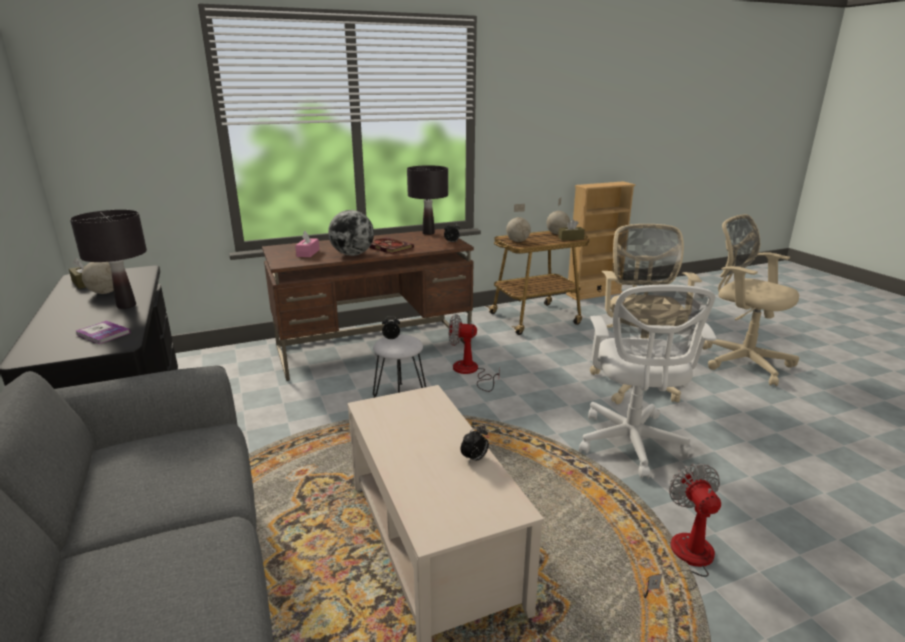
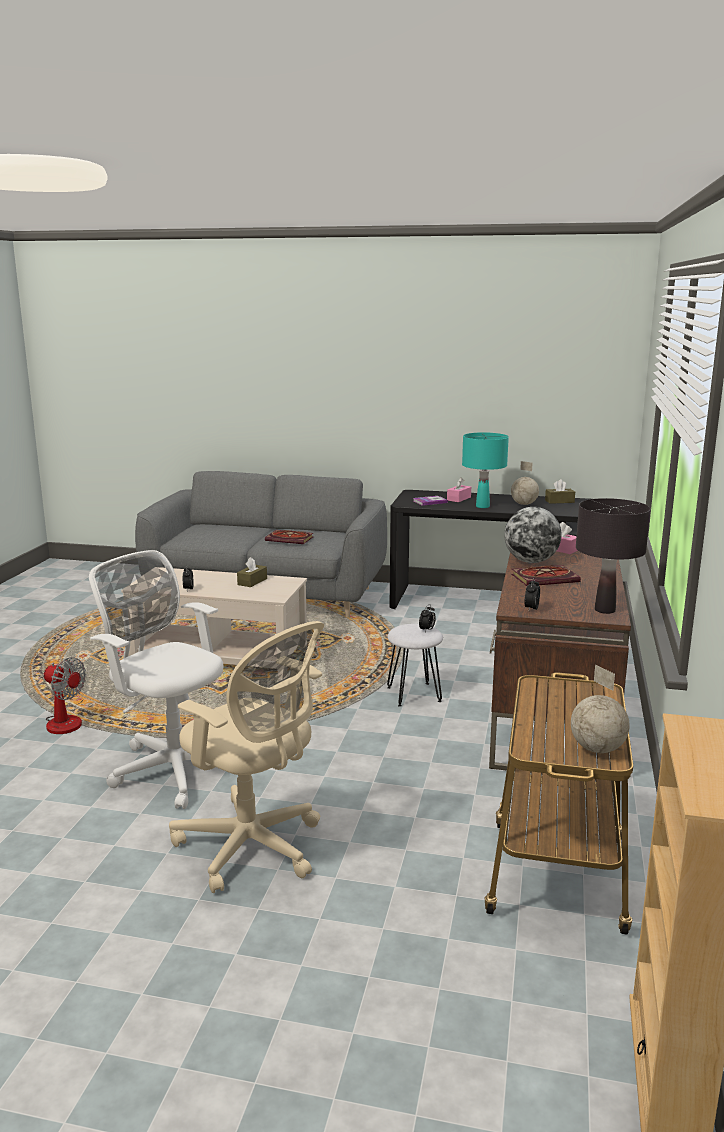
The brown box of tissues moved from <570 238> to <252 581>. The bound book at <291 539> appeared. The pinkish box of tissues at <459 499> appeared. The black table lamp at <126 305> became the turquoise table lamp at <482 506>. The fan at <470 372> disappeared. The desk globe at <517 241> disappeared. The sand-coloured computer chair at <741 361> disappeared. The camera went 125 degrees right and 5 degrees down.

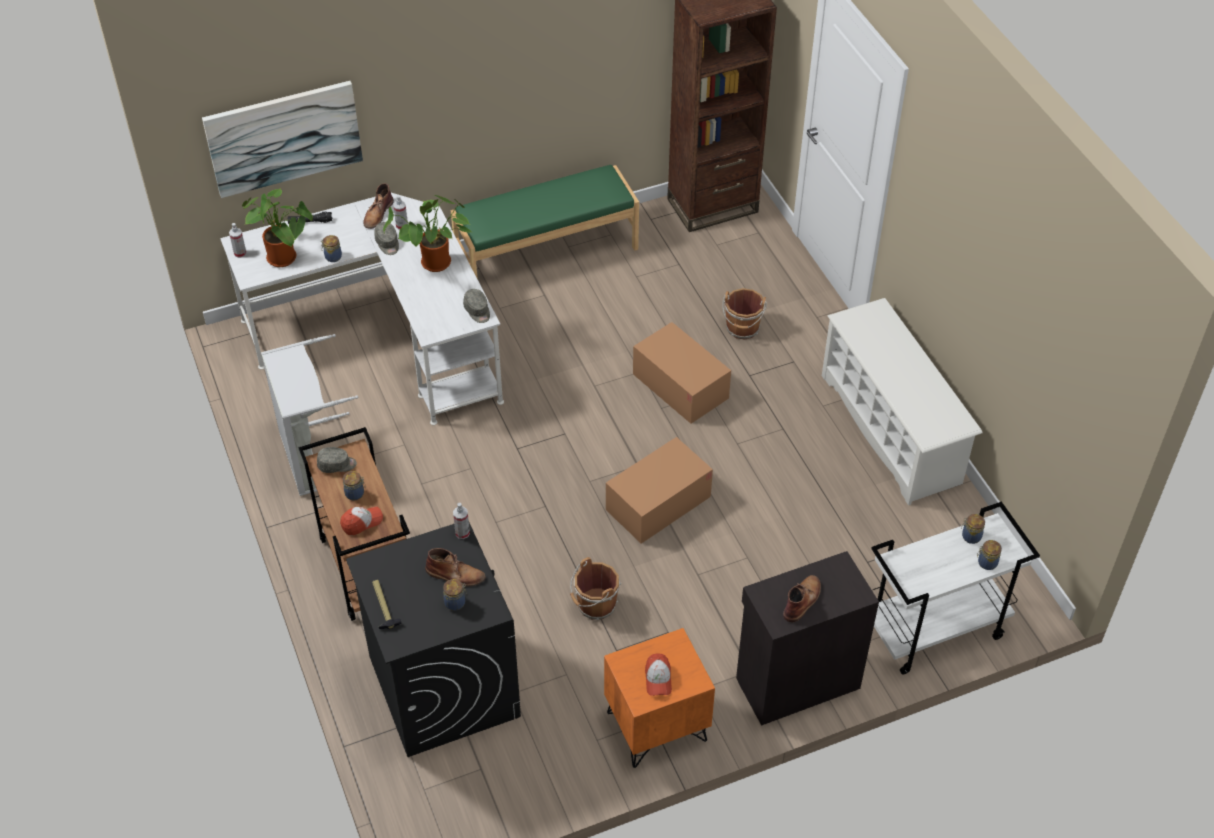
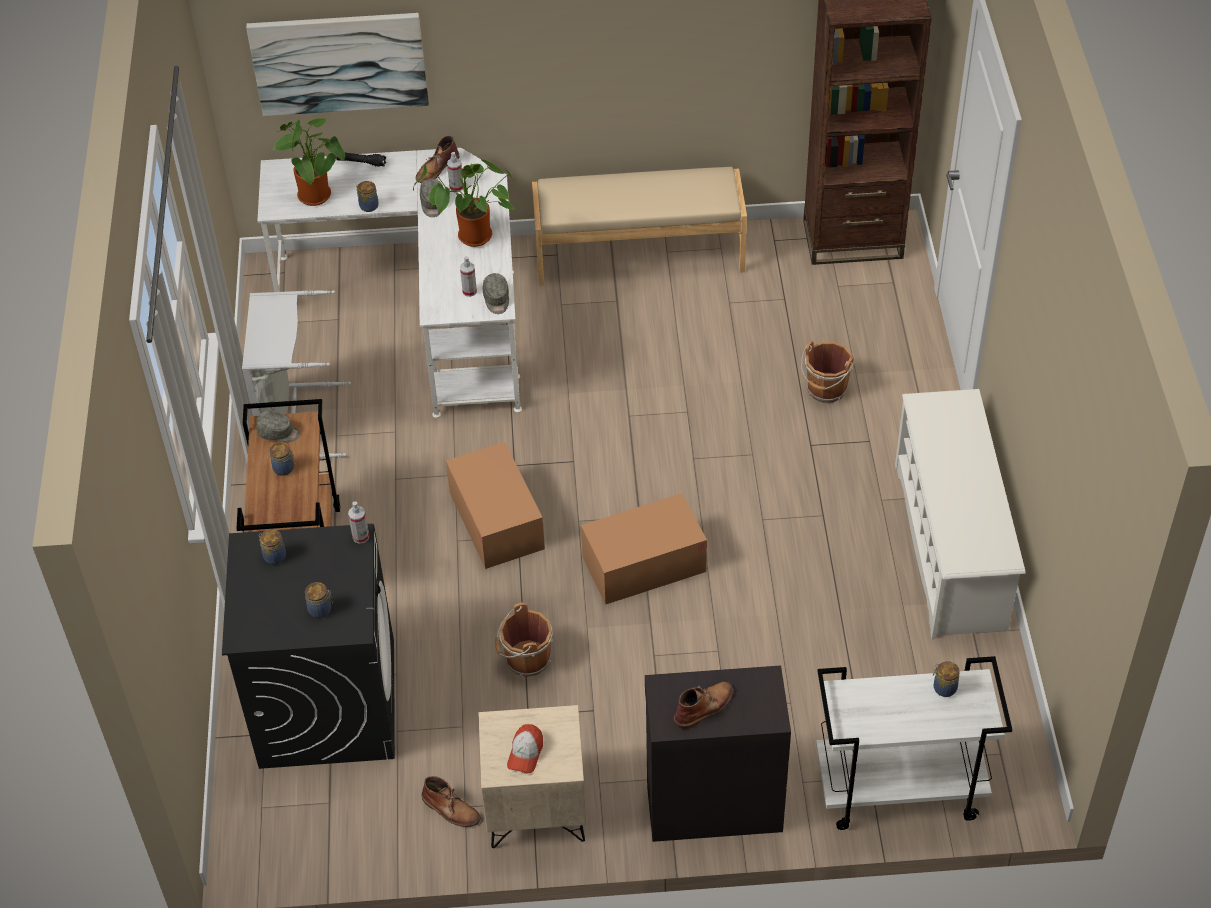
The storage jar moved from <986 563> to <274 556>. The brown high-top boot moved from <455 575> to <451 809>. The carton moved from <680 386> to <496 520>. The hand sprayer moved from <240 253> to <469 291>. The orange-coloured bedside table at <656 727> became the sand-coloured bedside table at <536 811>. The green-coloured bench at <546 253> became the sand-coloured bench at <639 254>. The cap at <361 522> disappeared. The hand hammer at <383 606> disappeared. The camera went 20 degrees right and 0 degrees up.

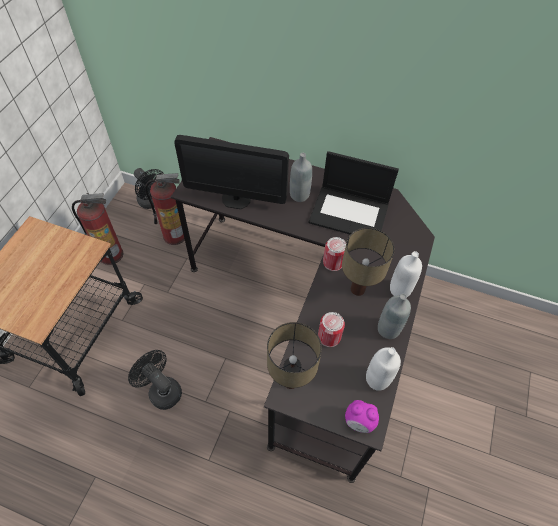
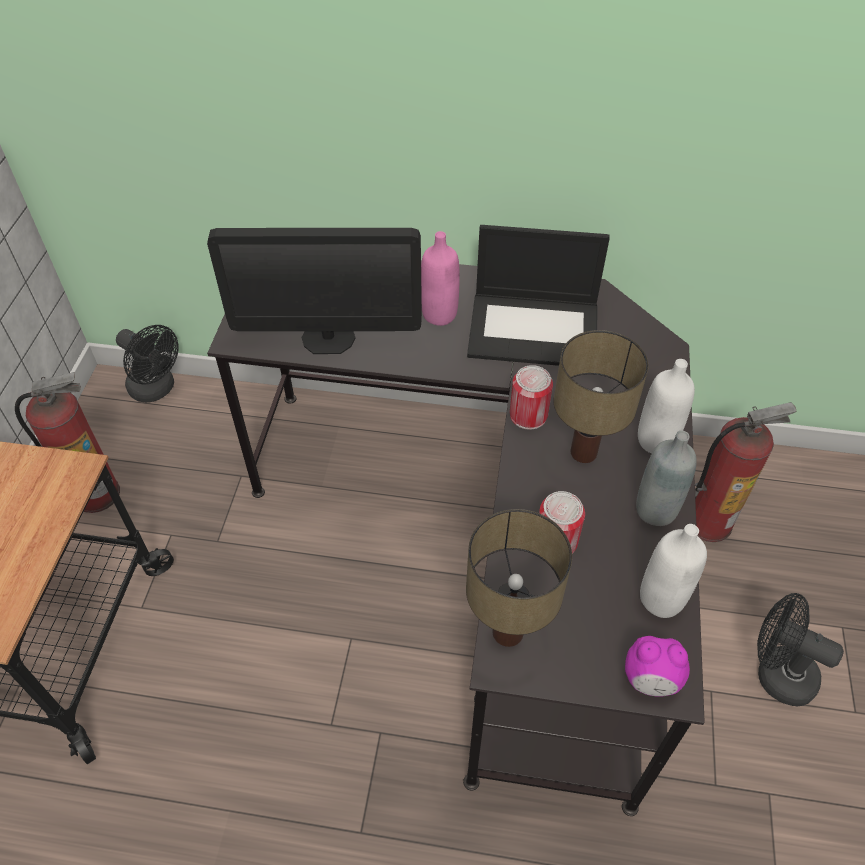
The gray bottle at <299 195> became the pinkish bottle at <439 314>. The extinguisher moved from <175 235> to <708 521>. The black fan moved from <161 390> to <776 673>. The camera went 10 degrees left and 5 degrees down.

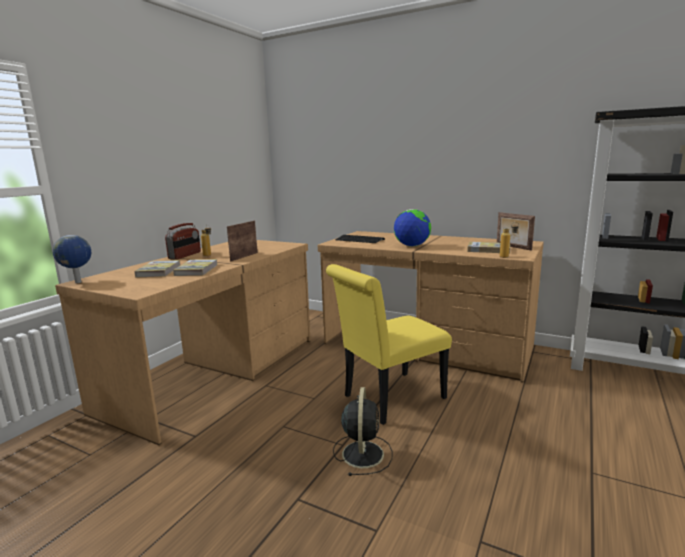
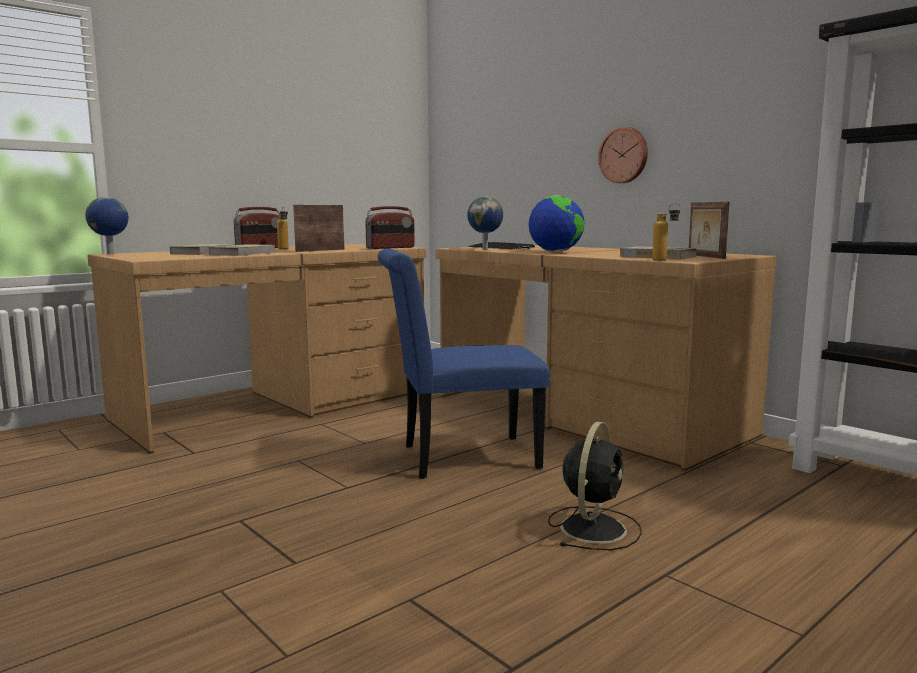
The radio set at <391 248> appeared. The yellow chair at <389 399> became the blue-coloured chair at <460 458>. The desk globe at <485 250> appeared. The black fan moved from <363 453> to <594 527>. The clock on the wall at <624 155> appeared. The camera went 20 degrees right and 5 degrees down.

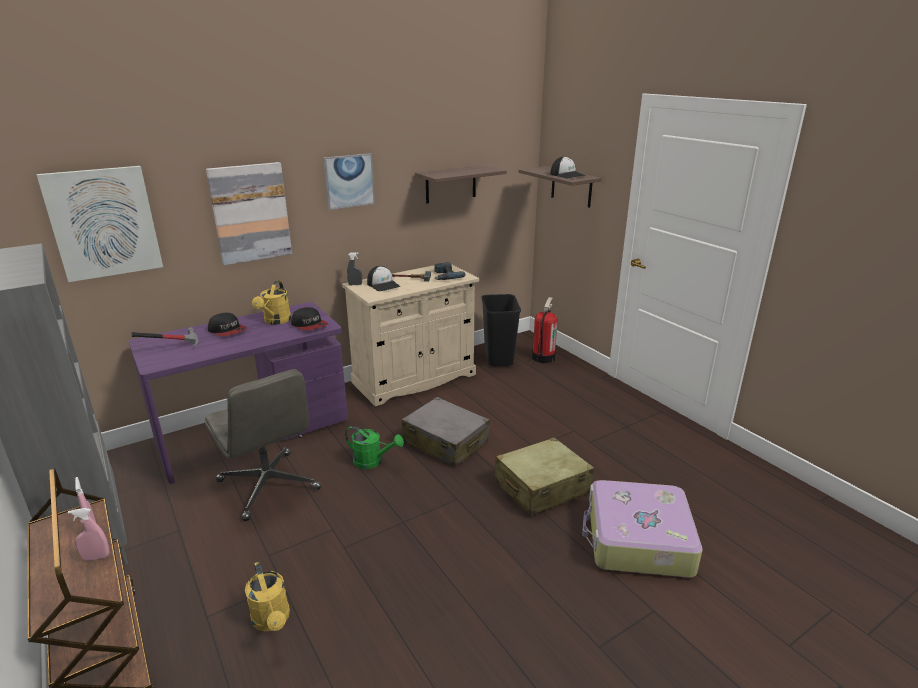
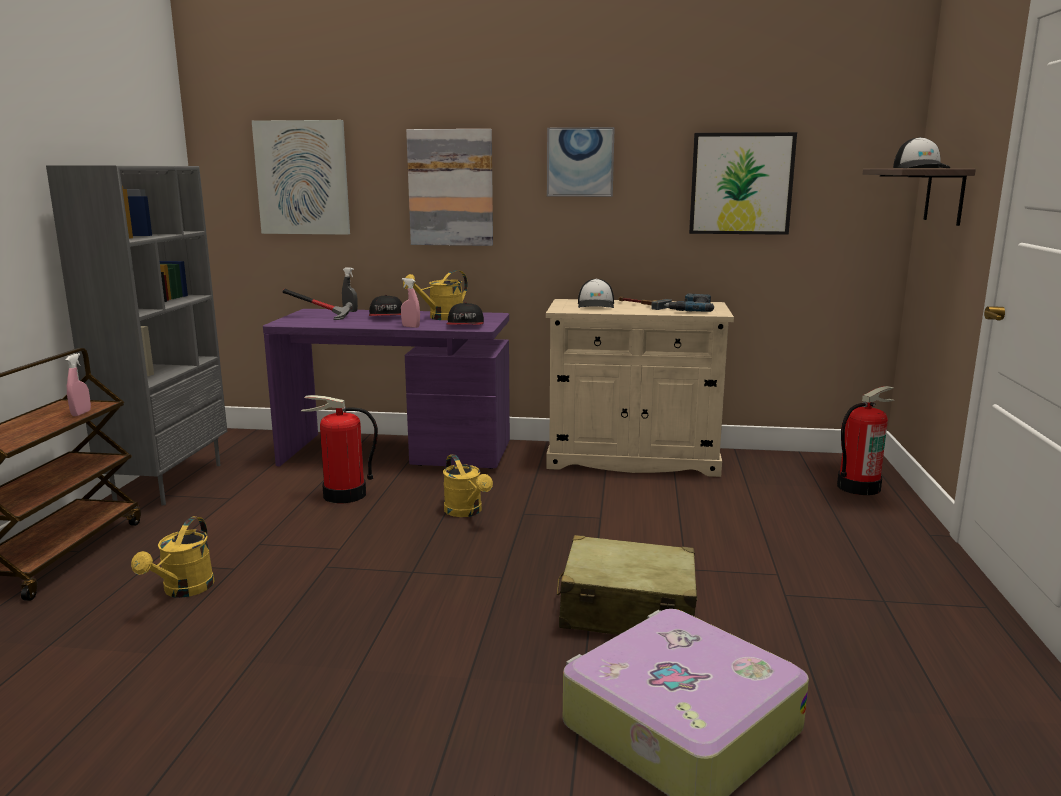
The gray computer chair at <269 485> was replaced by the extinguisher at <344 495>. The gray hand sprayer moved from <355 284> to <350 311>. The pinkish hand sprayer moved from <96 557> to <410 327>. The green-coloured watering can at <372 461> became the yellow watering can at <466 512>. The shelf at <450 184> was replaced by the wall art at <741 184>. The gray piece of luggage at <445 442> disappeared. The black rubbish bin at <499 359> disappeared. The camera went 40 degrees right and 10 degrees down.

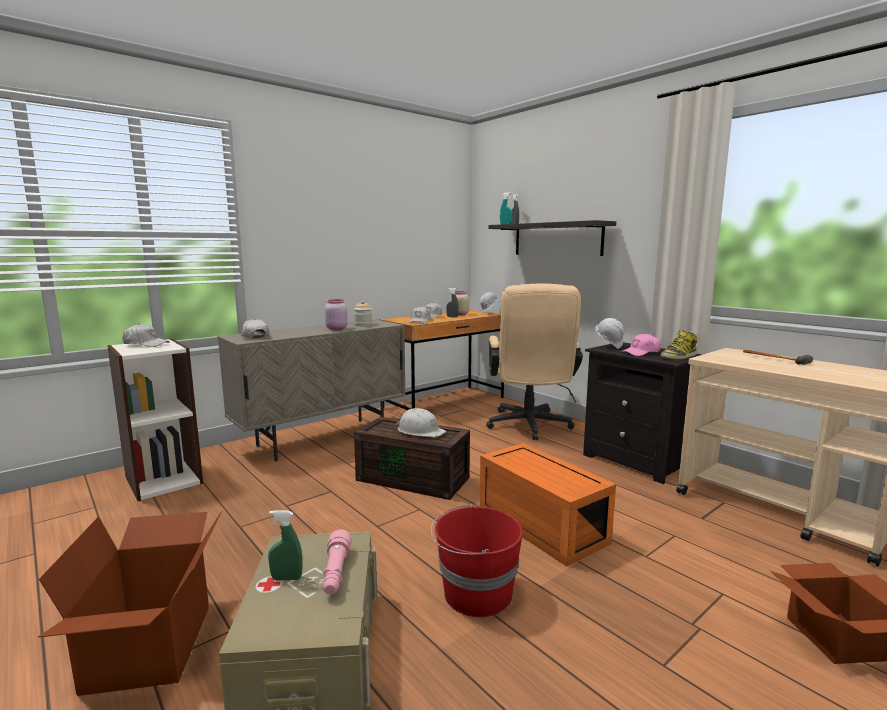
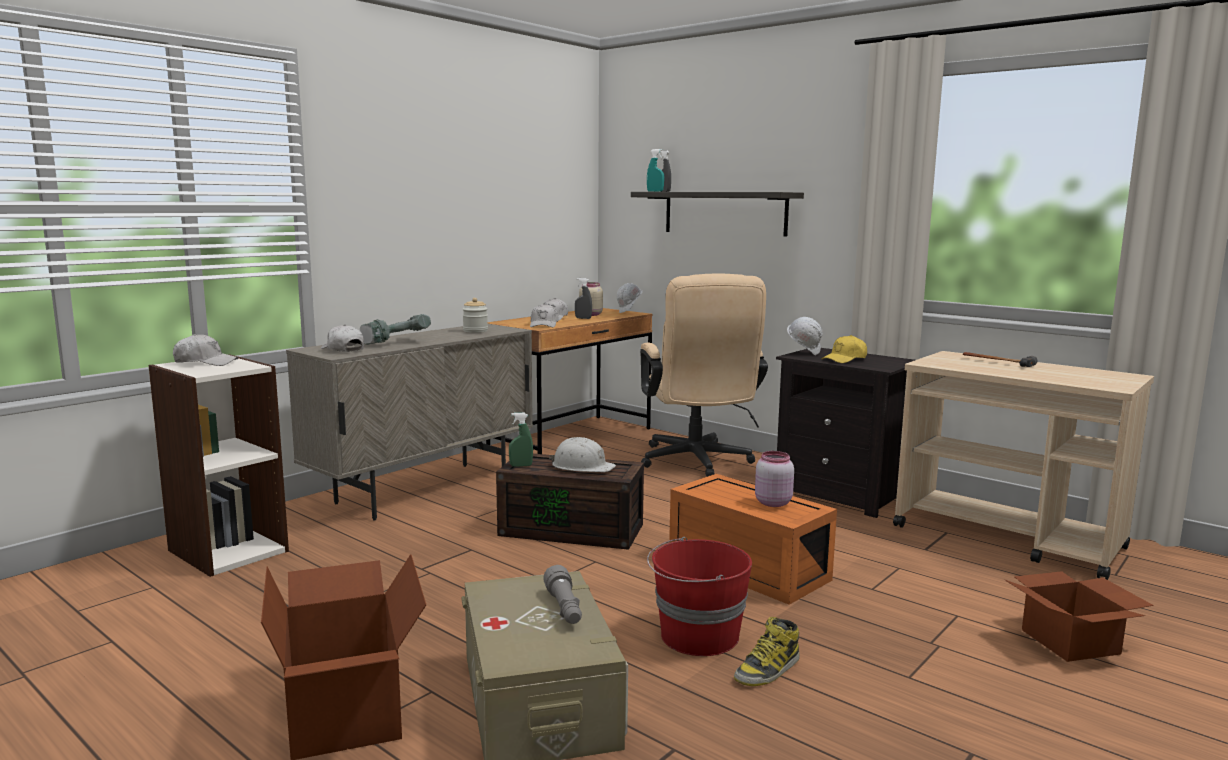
The power drill at <394 342> appeared. The green-coloured hand sprayer moved from <286 578> to <521 465>. The pinkish hand torch at <336 573> became the gray hand torch at <564 608>. The high-top boot moved from <678 356> to <767 670>. The pinkish storage jar moved from <336 329> to <772 502>. The pinkish cap at <641 353> became the yellow cap at <845 359>. The camera went 10 degrees left and 0 degrees up.

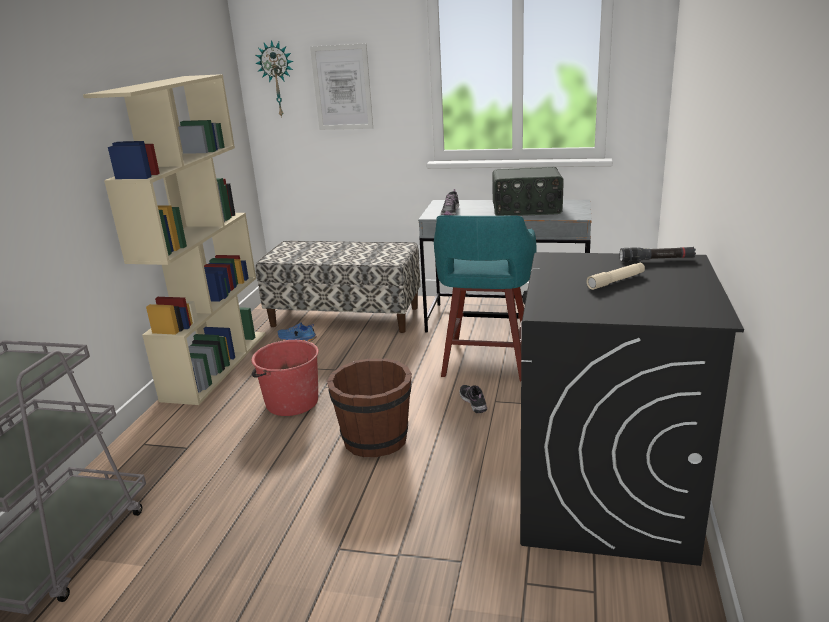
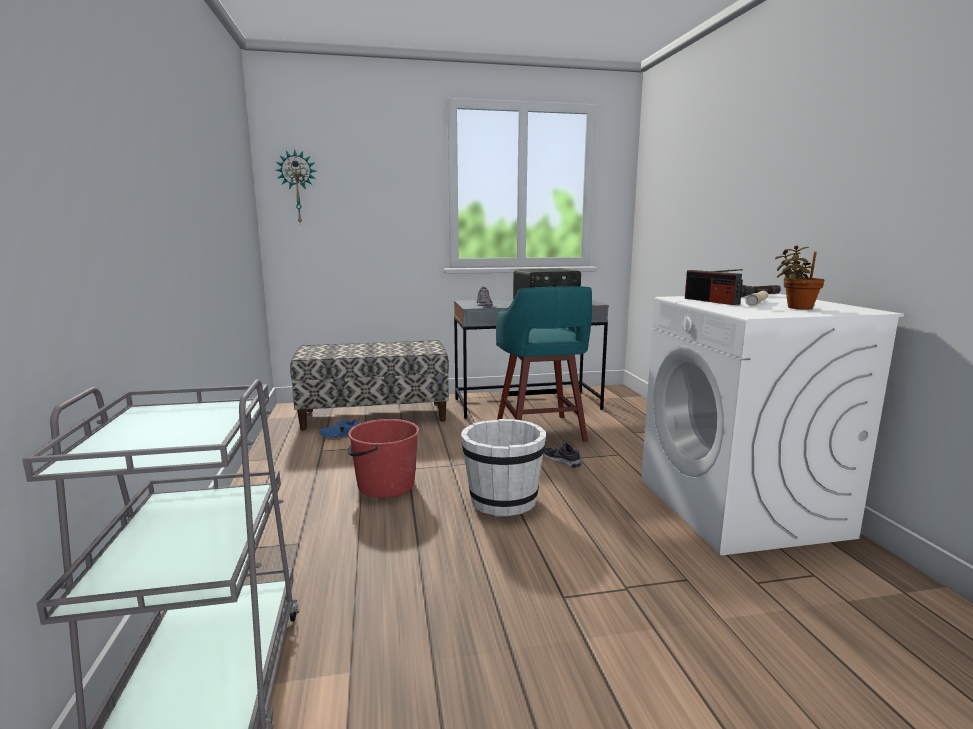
The brown pail at <375 439> became the whitish pail at <503 501>. The black washing machine at <606 497> became the whitish washing machine at <740 507>. The radio set at <711 301> appeared. The plant in a pot at <796 307> appeared. The sand-coloured shelving unit at <216 365> disappeared. The wall art at <342 87> disappeared. The camera went 25 degrees left and 10 degrees down.

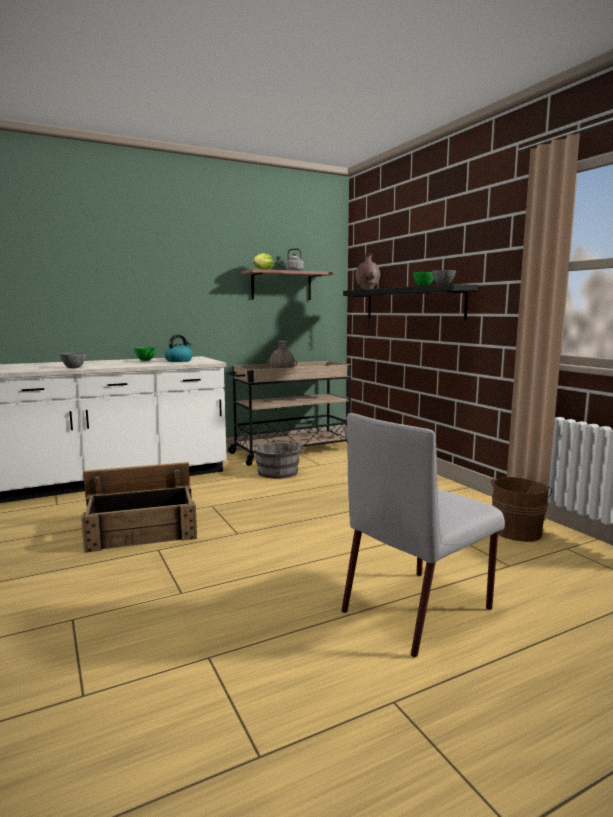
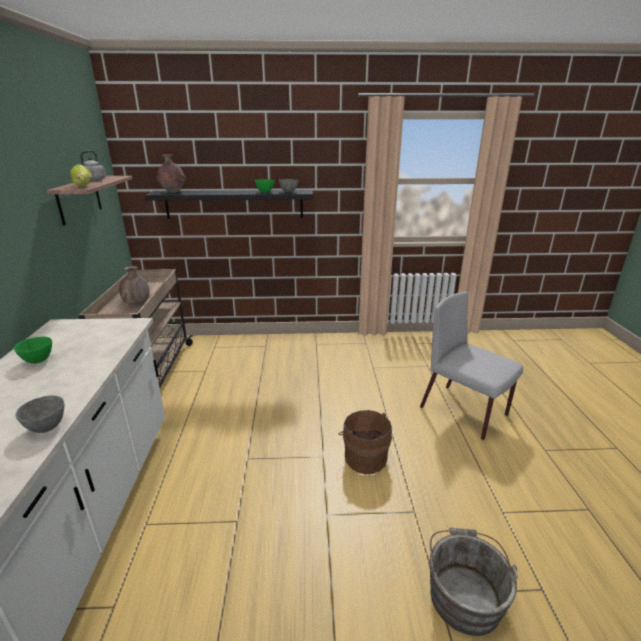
The brown pail moved from <517 531> to <364 457>. The gray chair at <418 609> turned 150 degrees clockwise. The gray pail moved from <280 472> to <464 593>. The crate at <142 529> disappeared. The water kettle at <179 360> disappeared. The camera went 65 degrees left and 15 degrees up.

